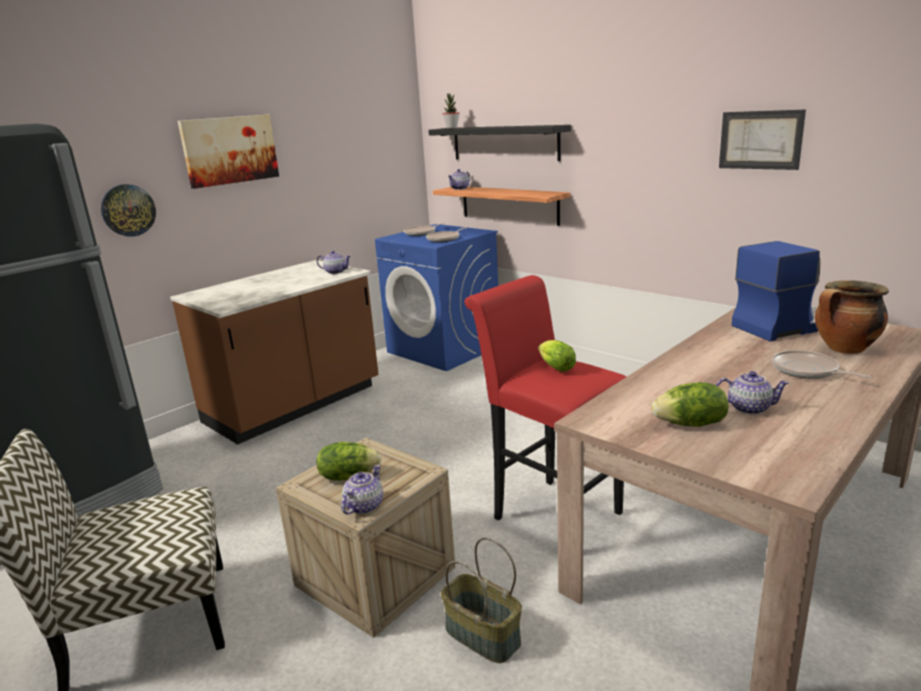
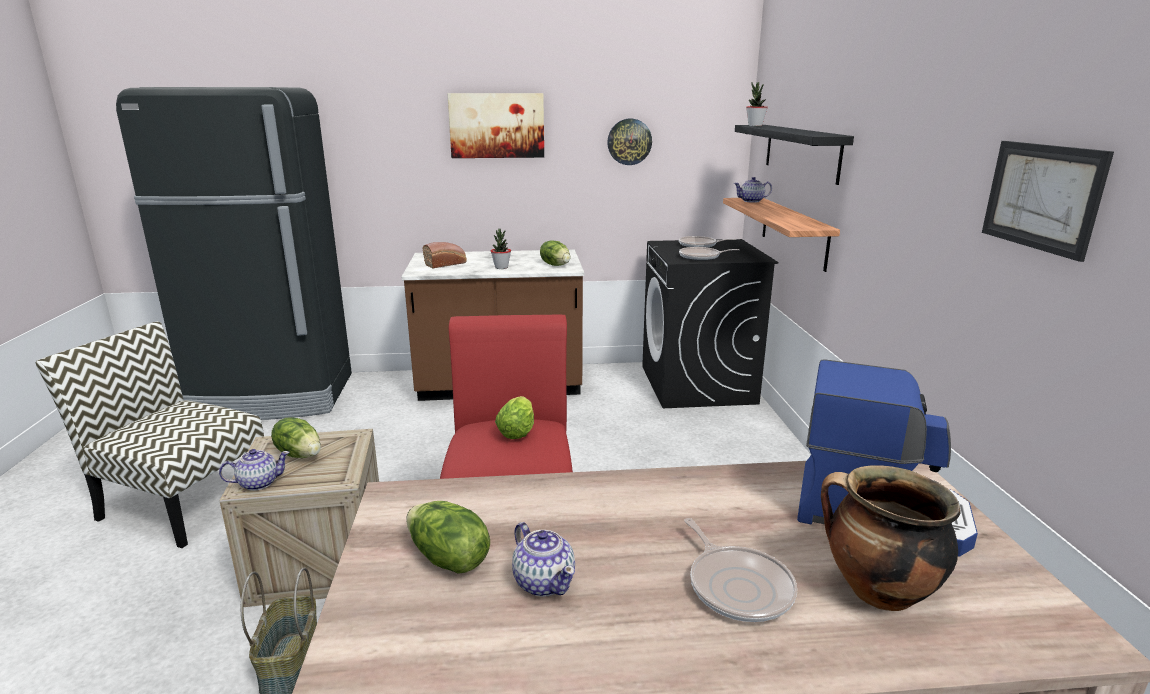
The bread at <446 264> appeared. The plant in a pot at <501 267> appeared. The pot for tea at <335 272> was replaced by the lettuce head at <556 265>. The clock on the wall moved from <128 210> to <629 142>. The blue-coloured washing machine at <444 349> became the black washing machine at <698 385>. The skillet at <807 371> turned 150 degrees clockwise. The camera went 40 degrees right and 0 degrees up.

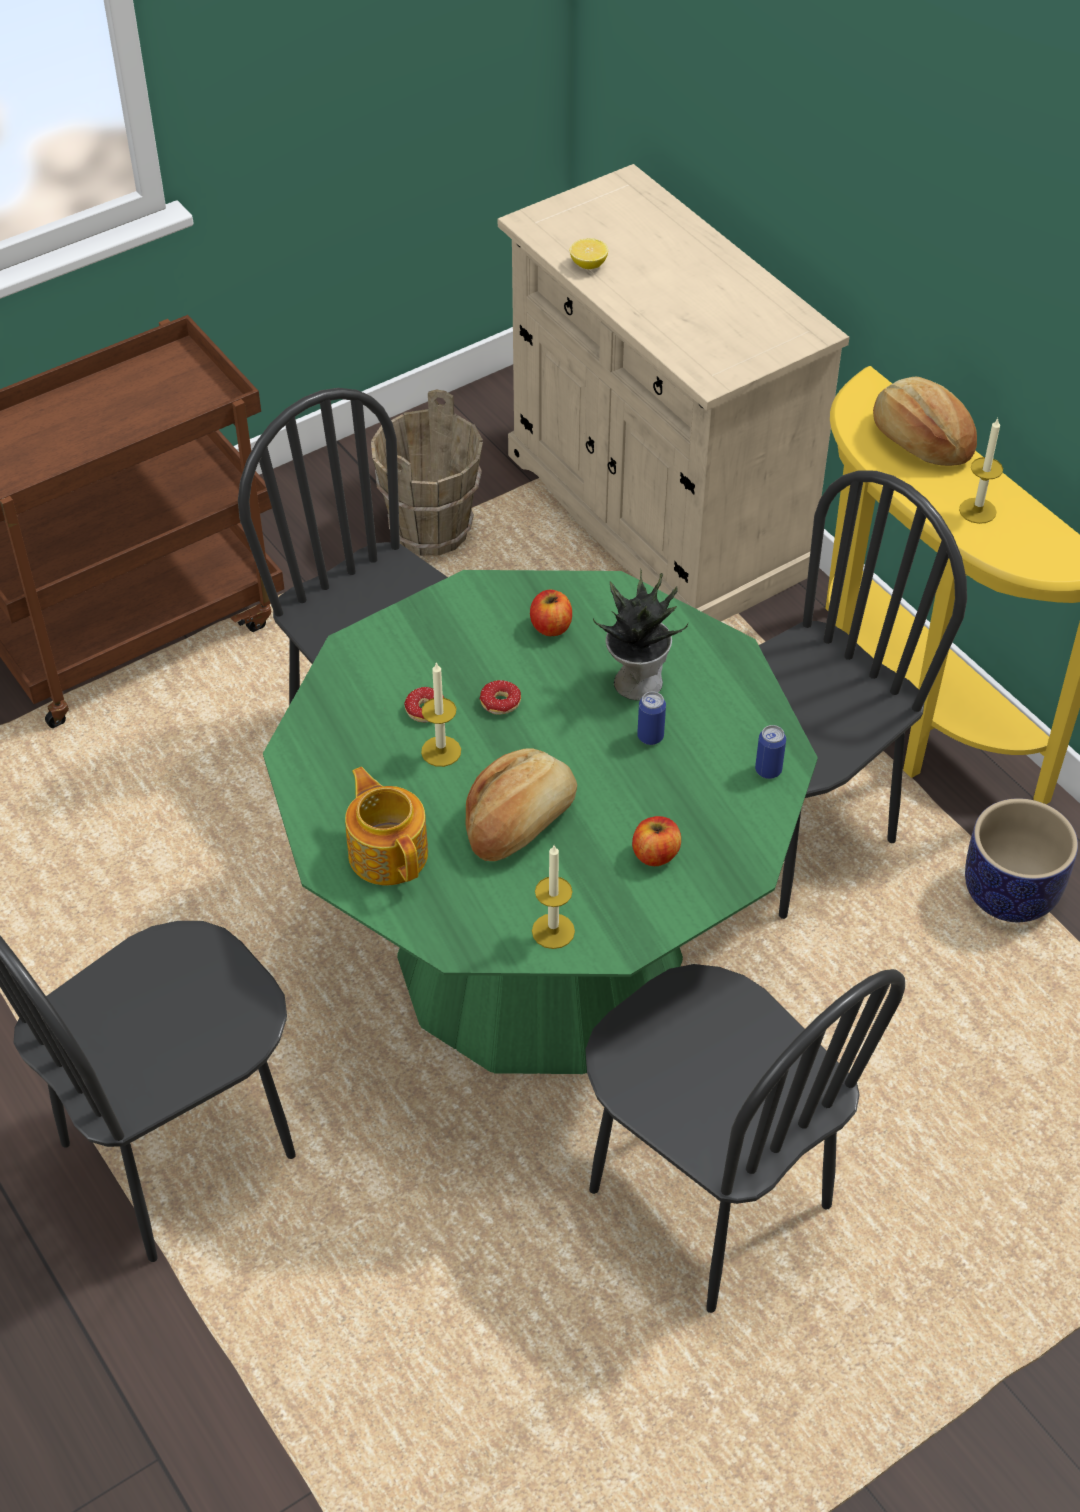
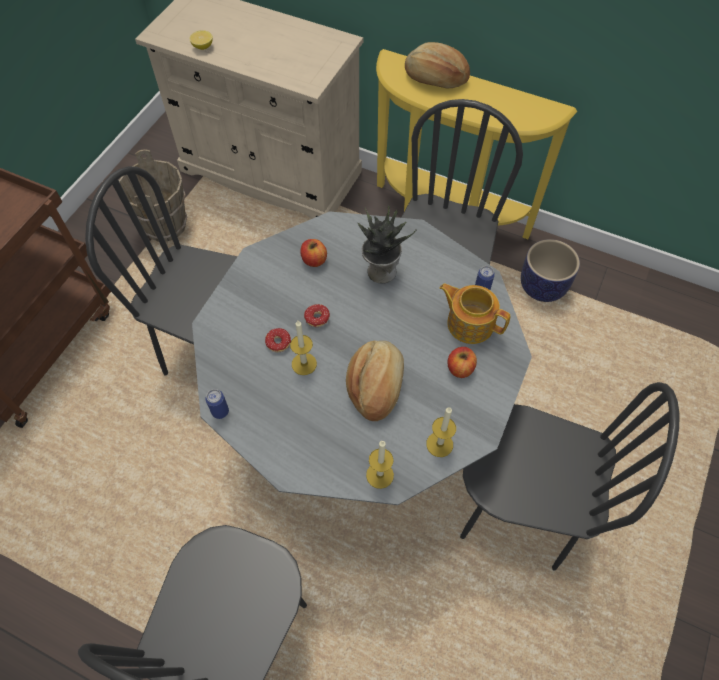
The green-coloured kitchen table at <540 959> became the gray kitchen table at <359 426>. The metal can moved from <650 736> to <220 411>. The wax light moved from <977 510> to <379 475>. The pot for tea moved from <388 852> to <469 323>. The camera went 30 degrees left and 10 degrees up.

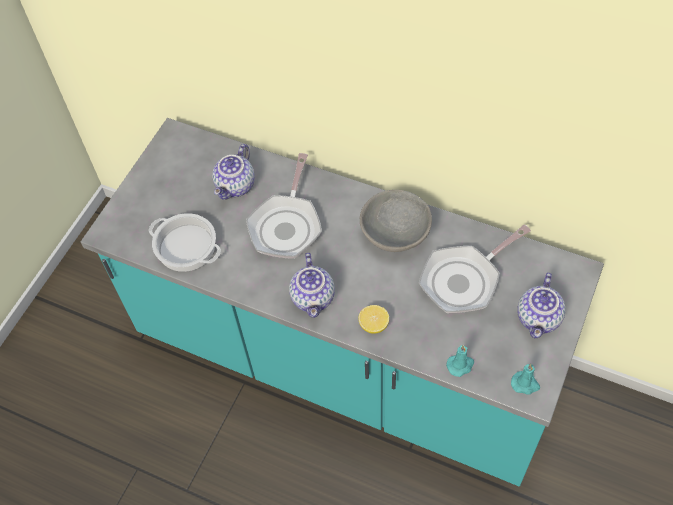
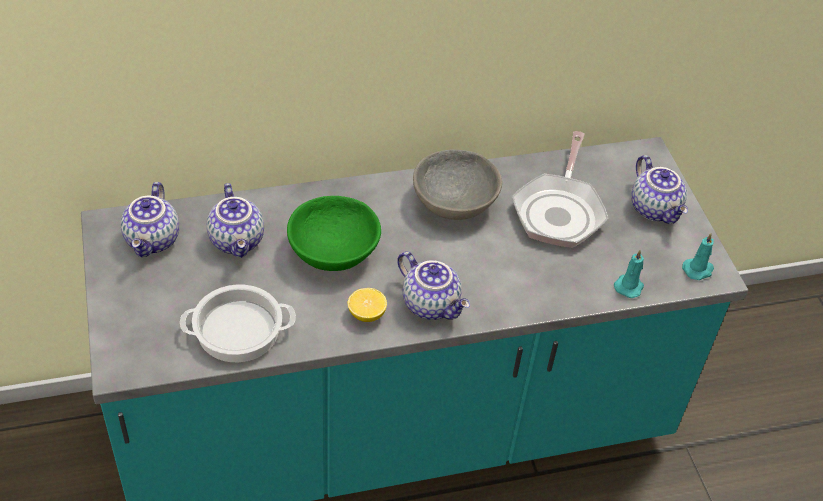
The pot for tea at <154 240> appeared. The skillet at <287 225> was replaced by the green-coloured serving bowl at <334 251>. The whole lemon moved from <373 325> to <366 314>. The camera went 45 degrees left and 10 degrees down.

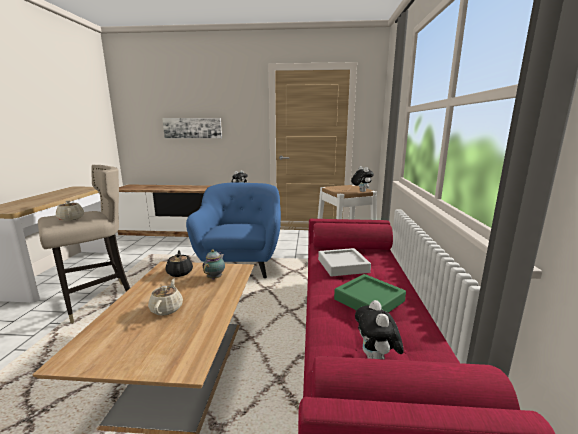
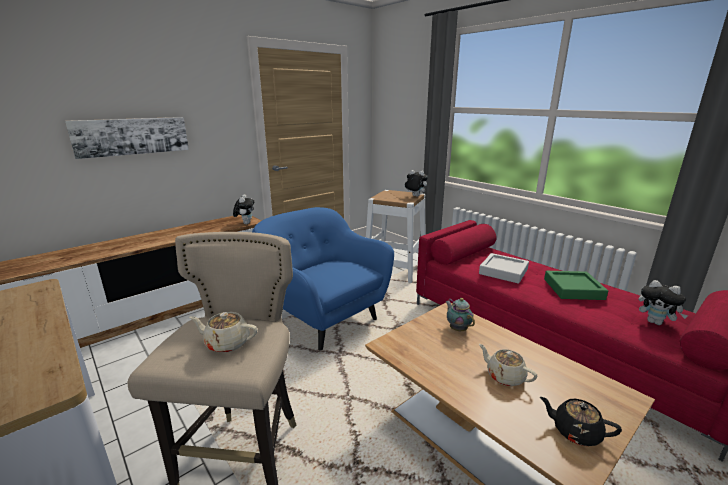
The black pot for tea moved from <180 272> to <575 431>. The camera went 45 degrees left and 5 degrees up.

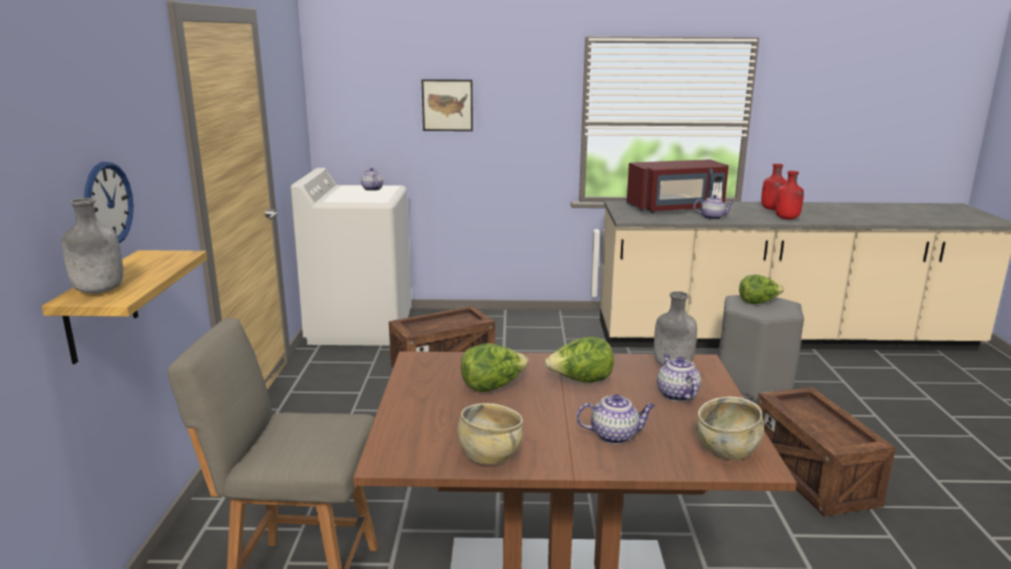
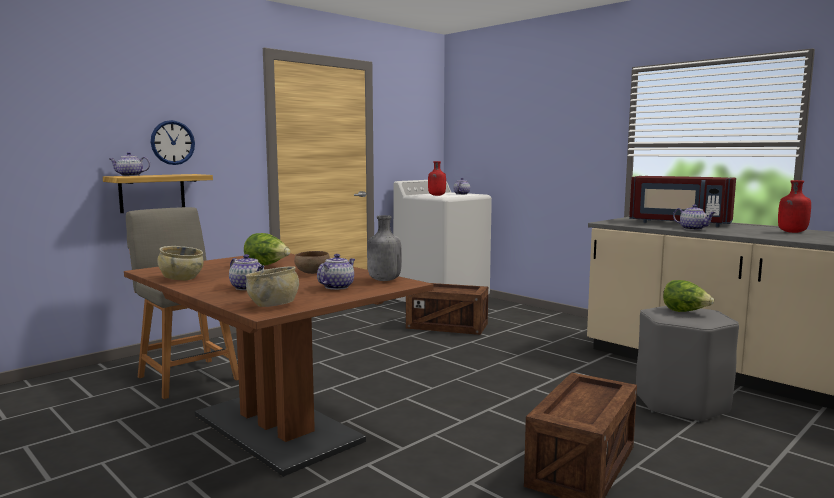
The gray bottle at <99 291> was replaced by the pot for tea at <129 176>. The lettuce head at <581 381> was replaced by the brown serving bowl at <312 273>. The reddish bottle moved from <787 218> to <436 195>. The wall art at <447 105> disappeared. The camera went 45 degrees right and 10 degrees down.

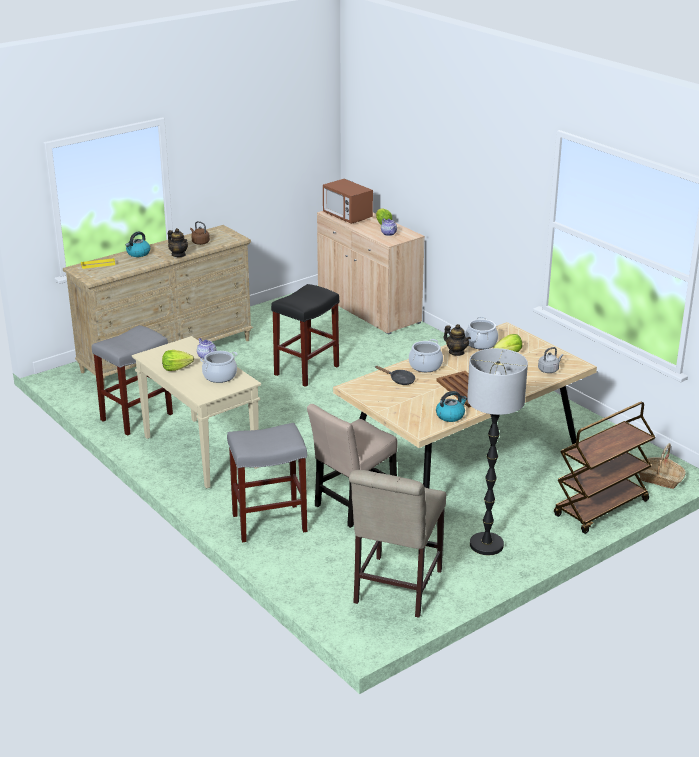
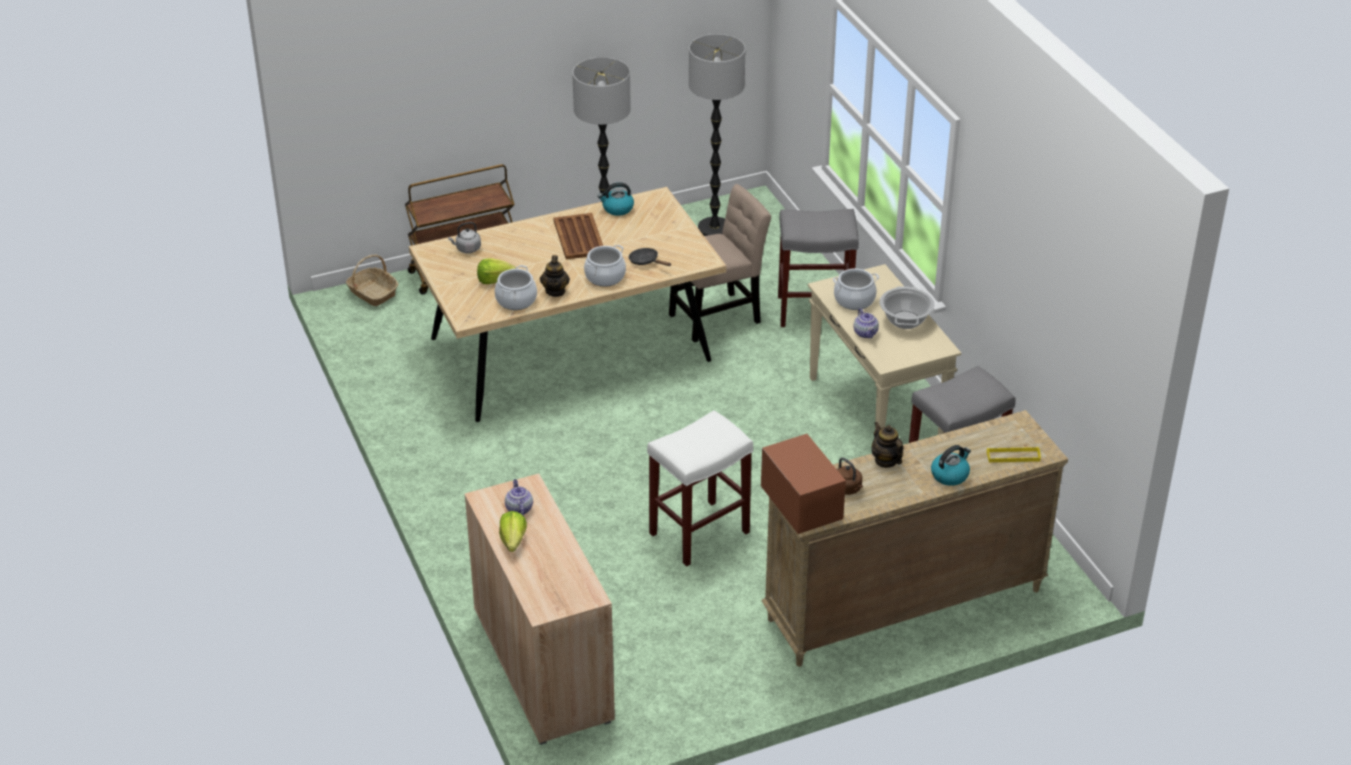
The pot for tea at <456 352> turned 150 degrees counterclockwise. The black sitting stool at <307 370> became the whitish sitting stool at <698 534>. The sand-coloured chair at <395 589> was replaced by the standard lamp at <714 229>. The microwave oven moved from <347 216> to <801 506>. The lettuce head at <176 368> was replaced by the cooking pot at <905 320>. The camera went 165 degrees left and 10 degrees up.

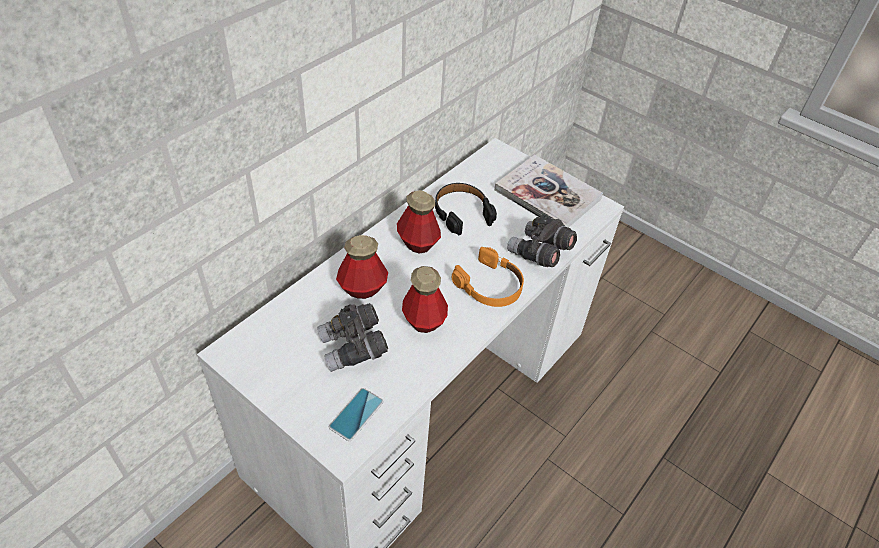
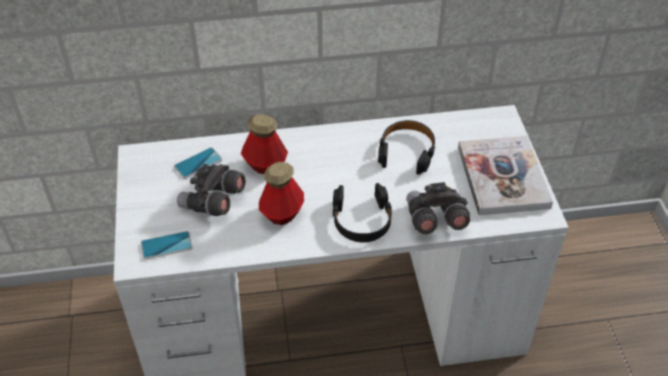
The telephone at <198 163> appeared. The orange-coloured headset at <490 286> became the black headset at <361 220>. The bottle at <418 243> disappeared. The camera went 45 degrees right and 0 degrees up.

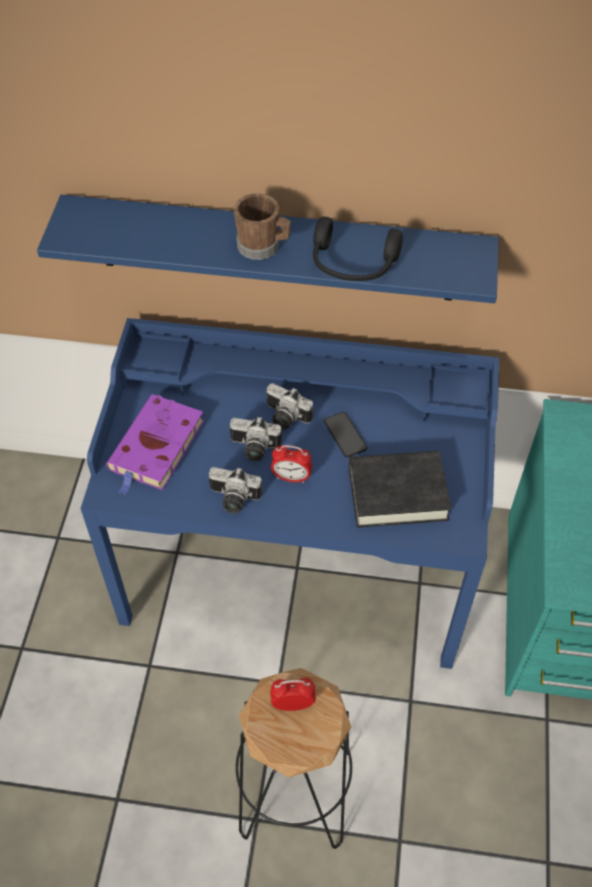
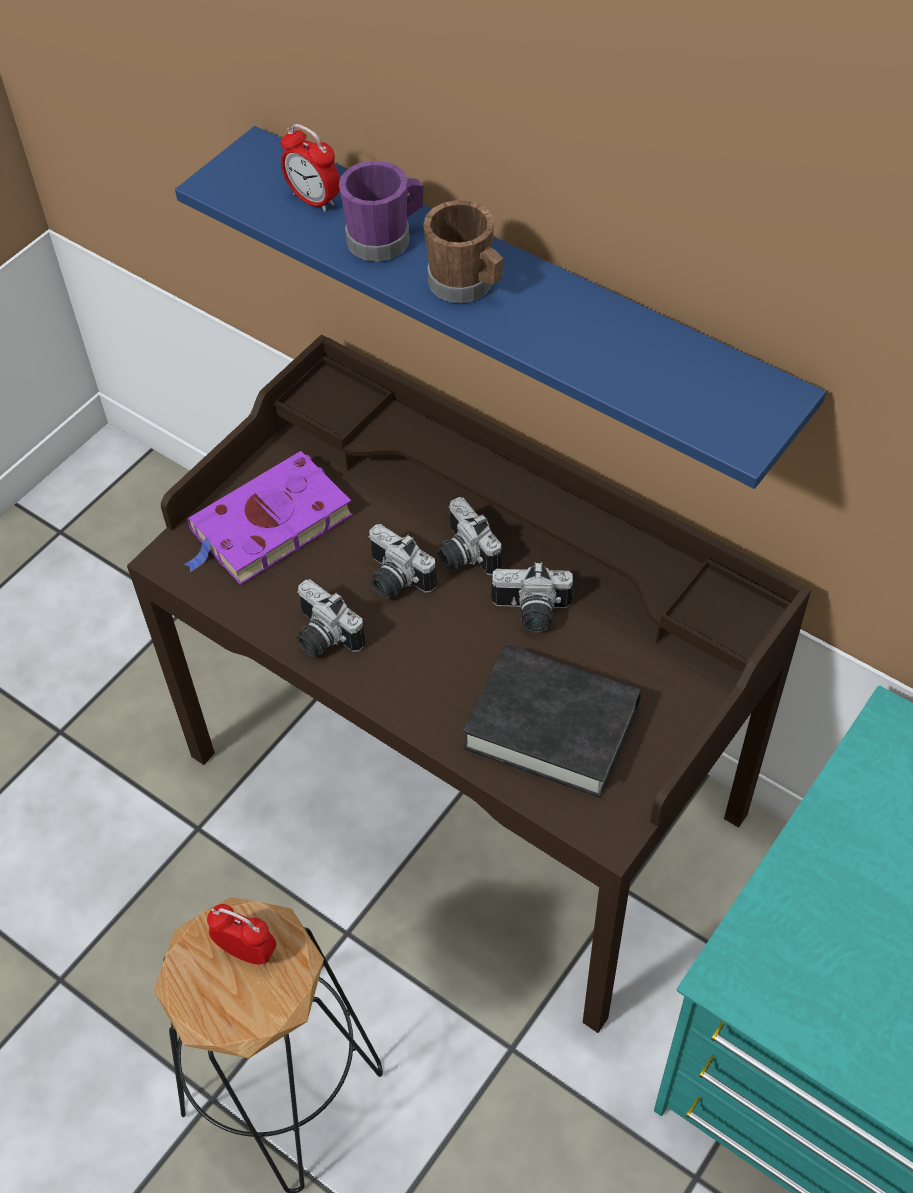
The blue-coloured desk unit at <296 563> became the brown desk unit at <467 782>. The table clock moved from <291 477> to <314 200>. The purplish tea mug at <385 238> appeared. The telephone at <345 435> was replaced by the still camera at <531 613>. The black headset at <352 265> disappeared. The camera went 30 degrees right and 0 degrees up.

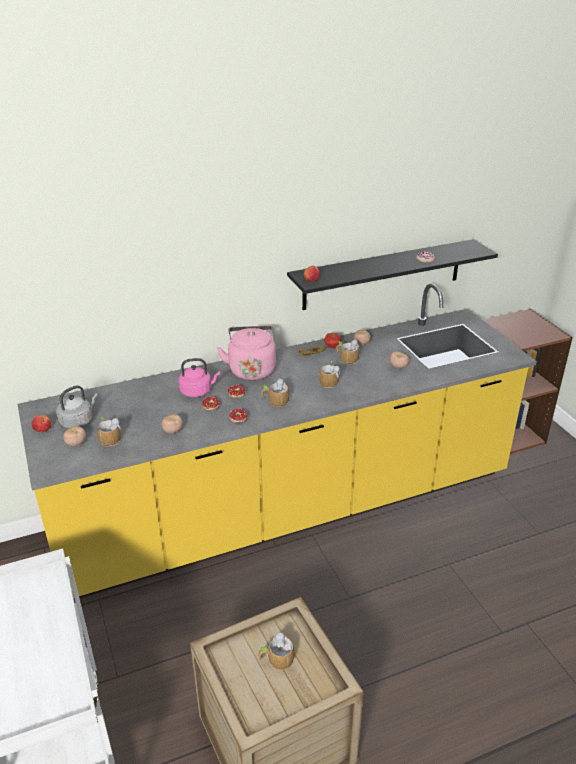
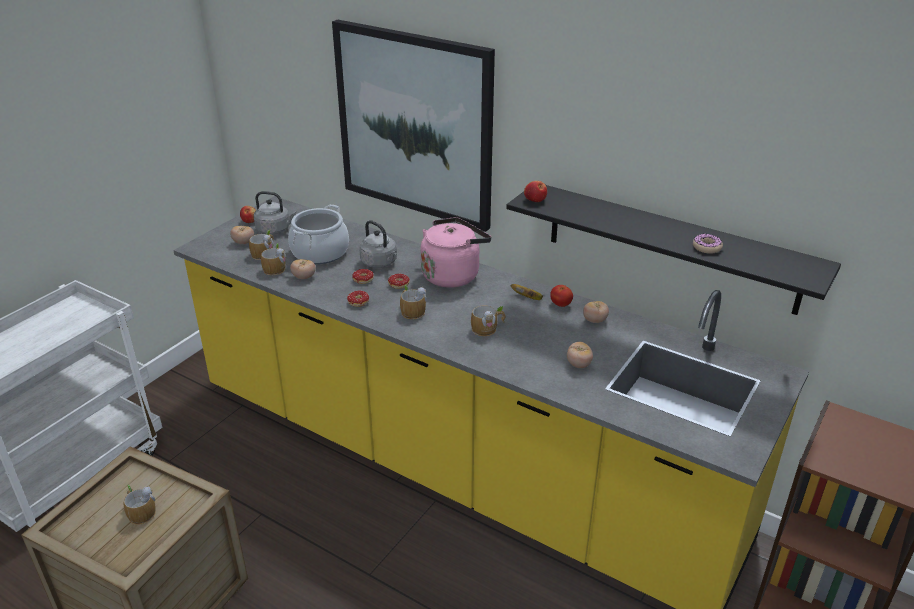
The tea mug moved from <346 358> to <276 267>. The cooking pot at <320 252> appeared. The wall art at <414 125> appeared. The pinkish water kettle at <198 391> became the gray water kettle at <380 263>. The camera went 55 degrees right and 0 degrees up.

